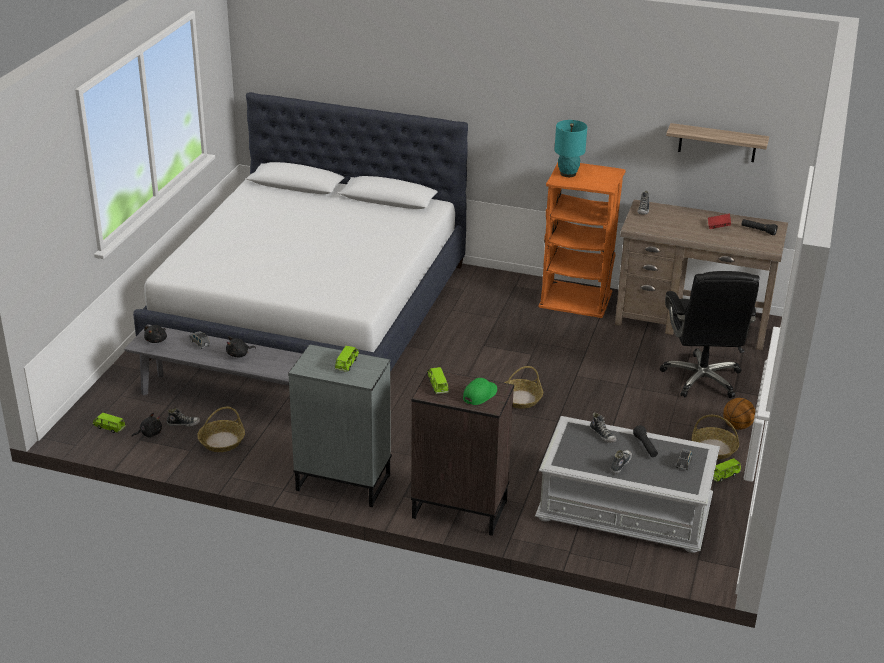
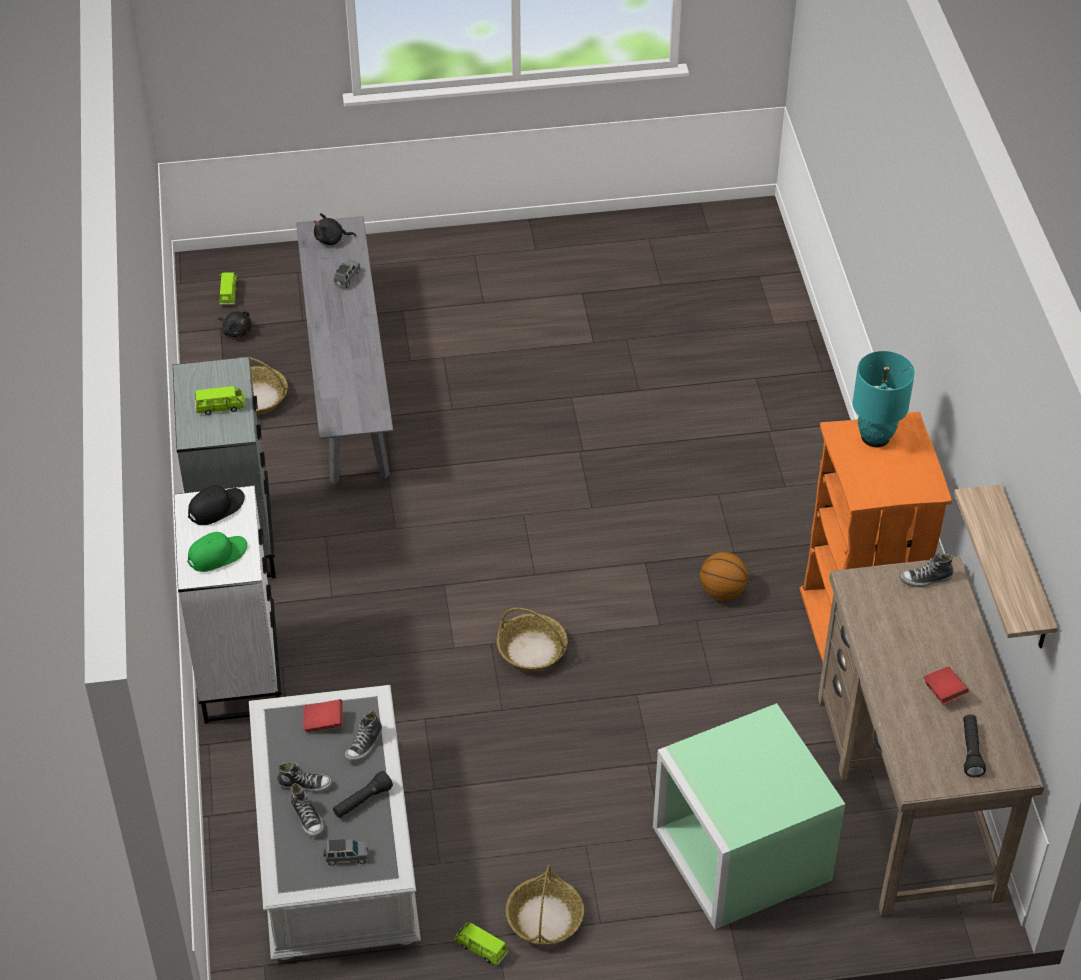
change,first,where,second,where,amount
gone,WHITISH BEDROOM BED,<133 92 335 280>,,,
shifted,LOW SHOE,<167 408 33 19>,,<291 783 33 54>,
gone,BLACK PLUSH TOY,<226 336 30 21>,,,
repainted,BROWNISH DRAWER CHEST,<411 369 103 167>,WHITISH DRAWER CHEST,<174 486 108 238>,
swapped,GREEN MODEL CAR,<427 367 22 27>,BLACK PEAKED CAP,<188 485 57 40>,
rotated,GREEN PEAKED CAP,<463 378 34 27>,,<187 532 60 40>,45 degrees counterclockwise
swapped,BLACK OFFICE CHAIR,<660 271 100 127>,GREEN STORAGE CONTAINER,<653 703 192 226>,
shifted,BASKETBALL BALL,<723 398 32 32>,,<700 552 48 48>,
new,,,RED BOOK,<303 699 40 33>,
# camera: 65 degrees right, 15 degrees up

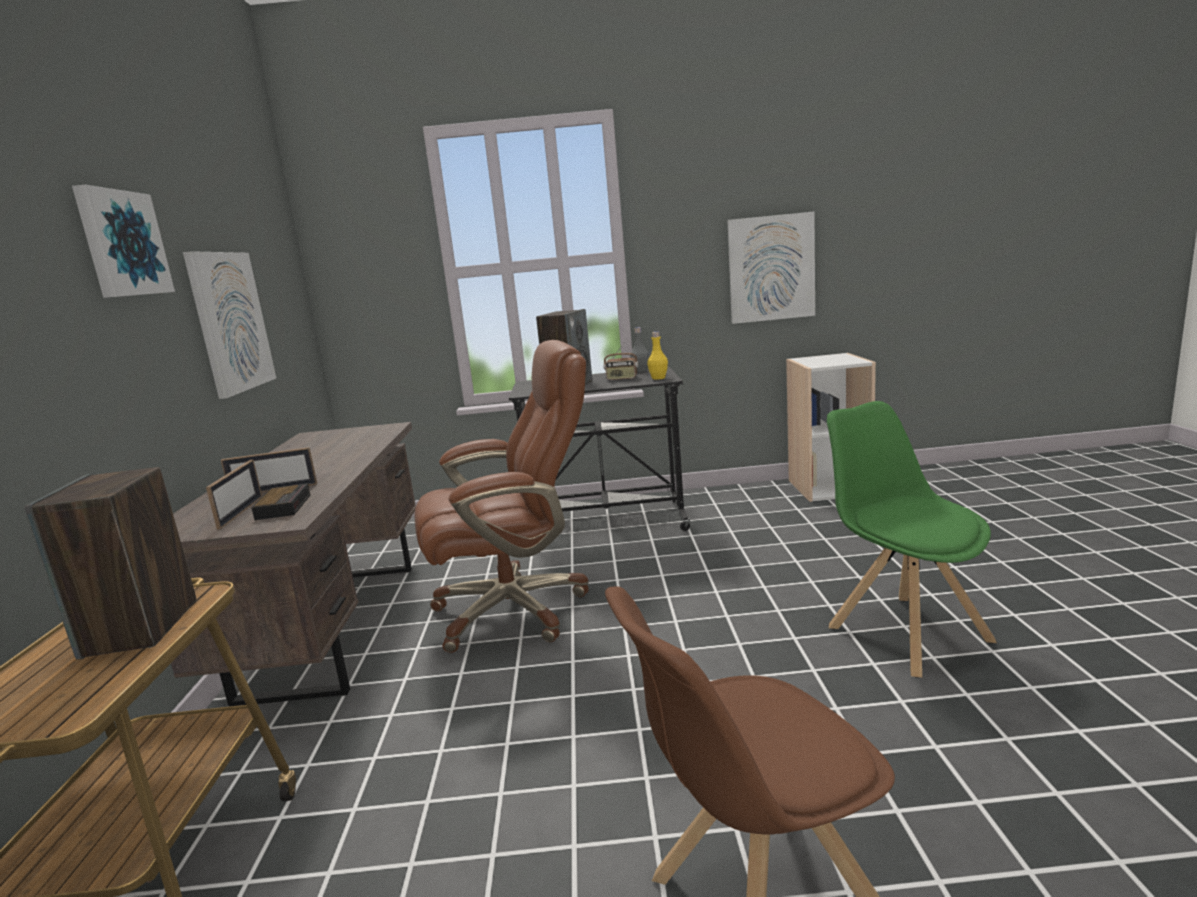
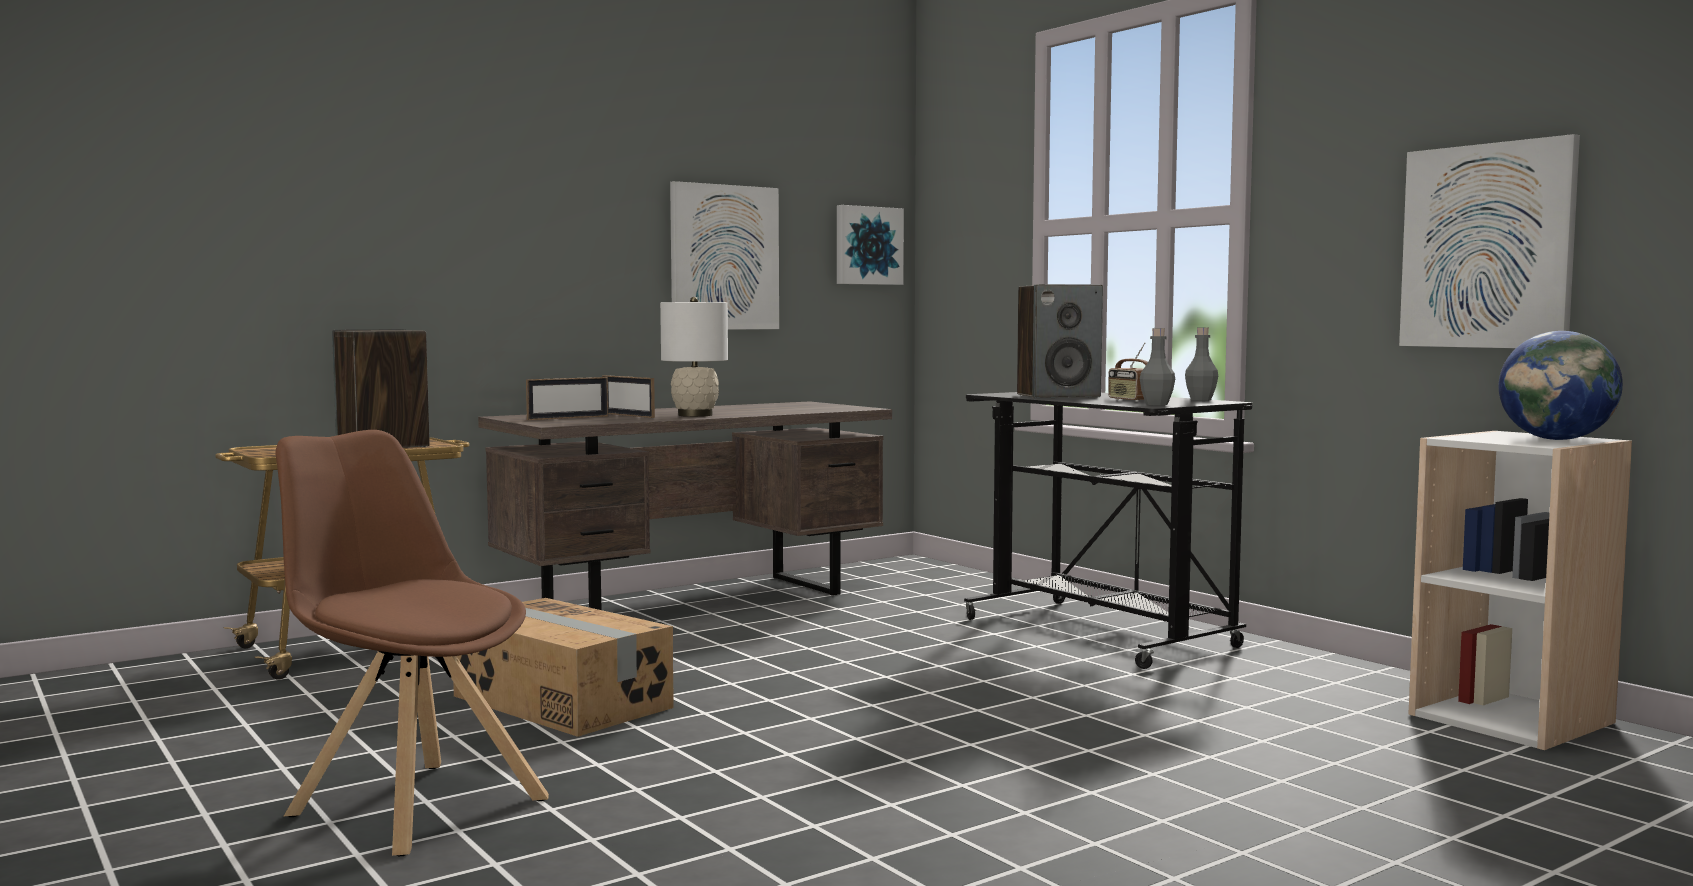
change,first,where,second,where,amount
shifted,PICTURE,<72 185 103 113>,,<837 205 67 80>,
gone,ALARM CLOCK,<252 483 59 37>,,,
gone,BROWNISH OFFICE CHAIR,<414 340 175 313>,,,
repainted,YELLOW BEVERAGE BOTTLE,<647 332 21 48>,GREYISH BEVERAGE BOTTLE,<1140 328 35 77>,
gone,GREEN CHAIR,<827 401 170 277>,,,
new,,,CARTON,<453 598 221 139>,
new,,,WHITISH TABLE LAMP,<660 297 68 120>,
new,,,DESK GLOBE,<1499 331 124 109>,
# camera: 55 degrees right, 10 degrees down

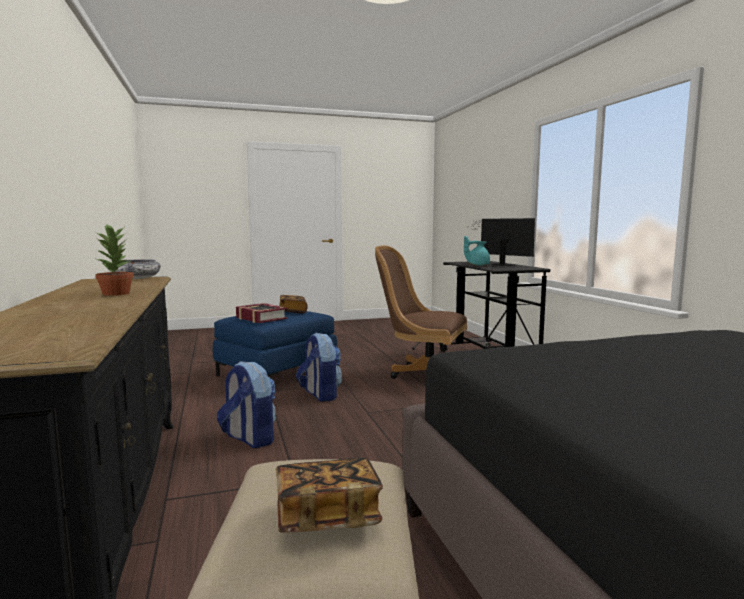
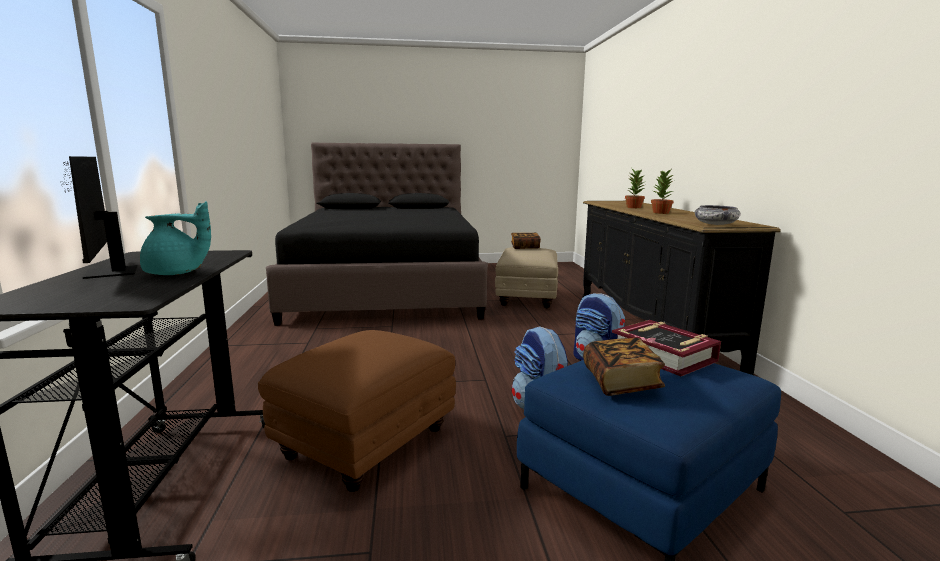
change,first,where,second,where,amount
swapped,BROWNISH OFFICE CHAIR,<375 245 92 141>,BROWNISH POUFFE,<258 330 198 162>,
new,,,HOUSEPLANT,<625 168 21 40>,
# camera: 170 degrees left, 5 degrees up

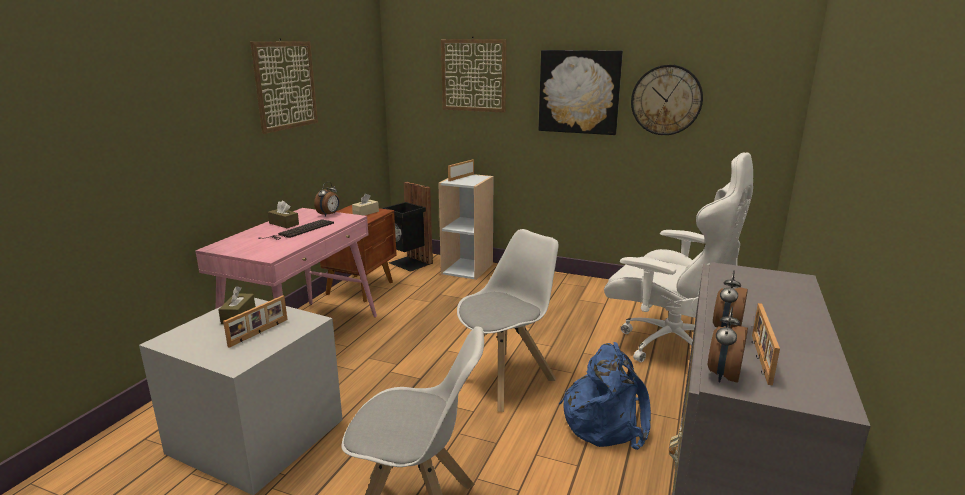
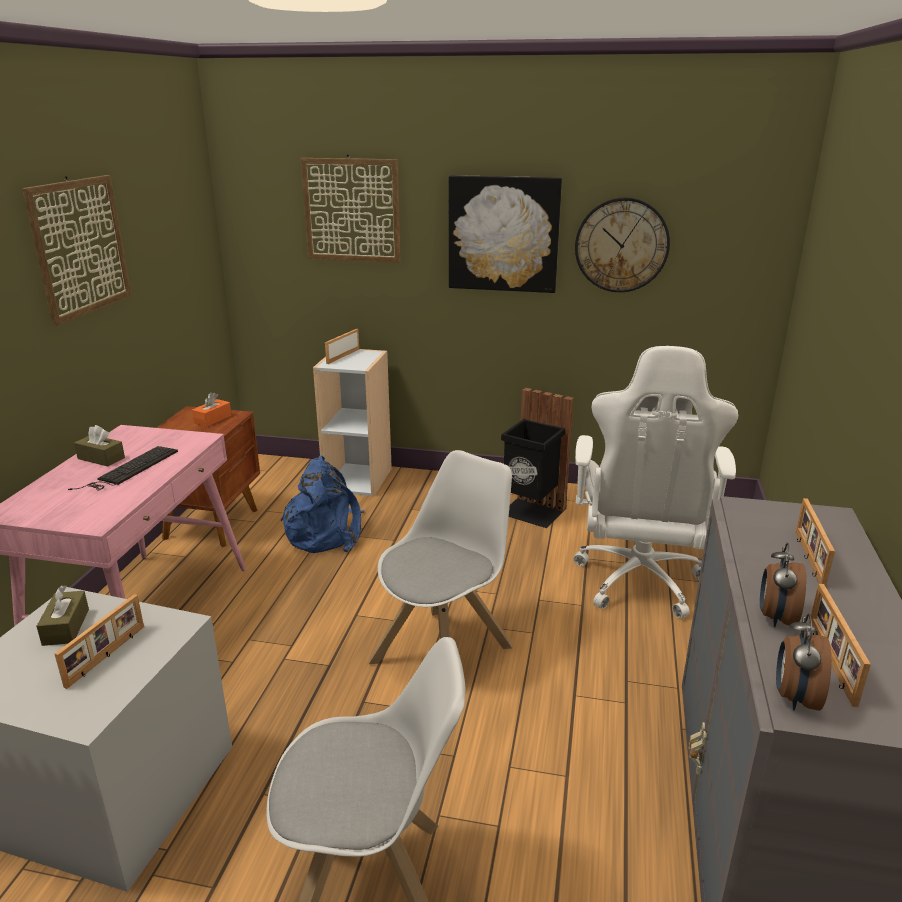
change,first,where,second,where,amount
gone,ALARM CLOCK,<314 182 26 35>,,,
repainted,SAND-COLOURED TISSUE HOLDER,<352 193 27 23>,ORANGE-COLOURED TISSUE HOLDER,<192 392 40 35>,
shifted,BLACK TRASH CAN,<382 182 51 90>,,<501 388 73 140>,
shifted,BLUE-COLOURED BACKPACK,<559 342 92 108>,,<280 455 84 98>,
rotated,WHITISH OFFICE CHAIR,<604 152 149 211>,,<573 346 165 273>,75 degrees clockwise
new,,,STANDING FRAME,<796 498 39 89>,
# camera: 10 degrees left, 5 degrees up

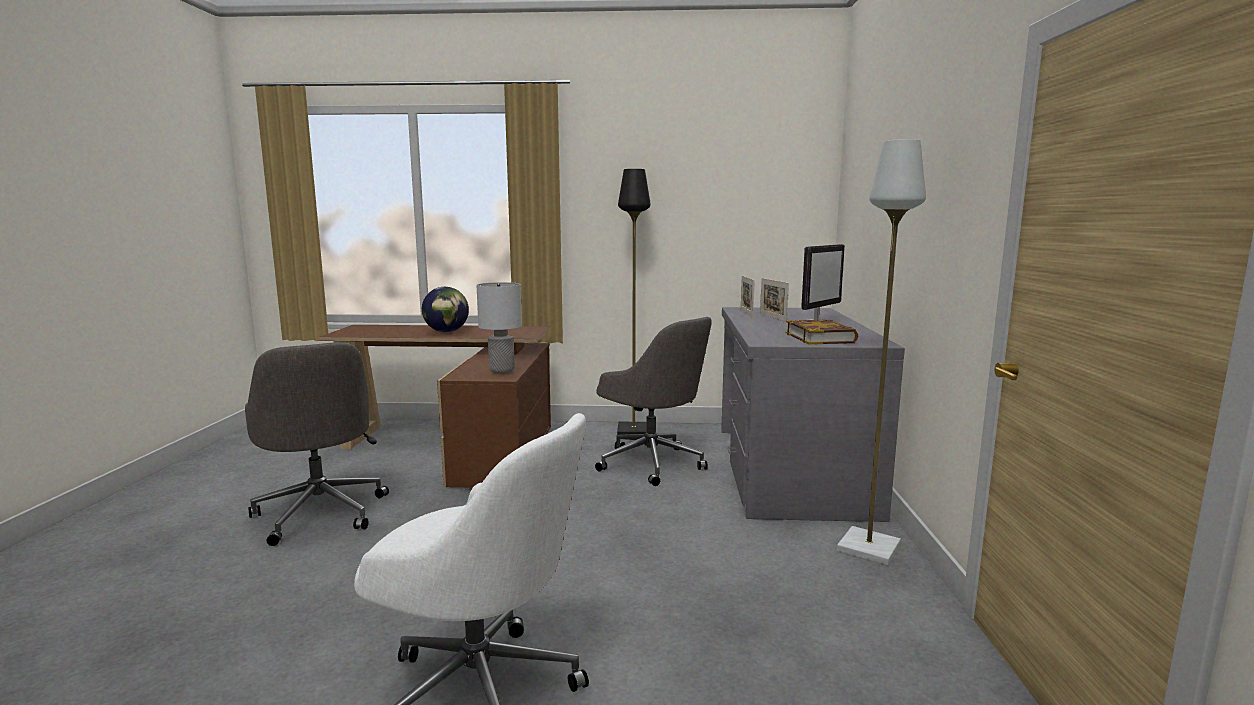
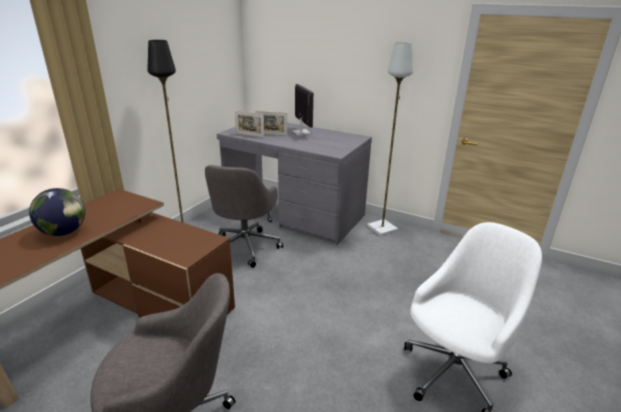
change,first,where,second,where,amount
gone,GREYISH TABLE LAMP,<476 282 46 92>,,,
rotated,GREYISH OFFICE CHAIR,<595 317 117 169>,,<205 165 78 103>,120 degrees clockwise
gone,BOOK,<785 320 73 25>,,,
# camera: 65 degrees left, 15 degrees up

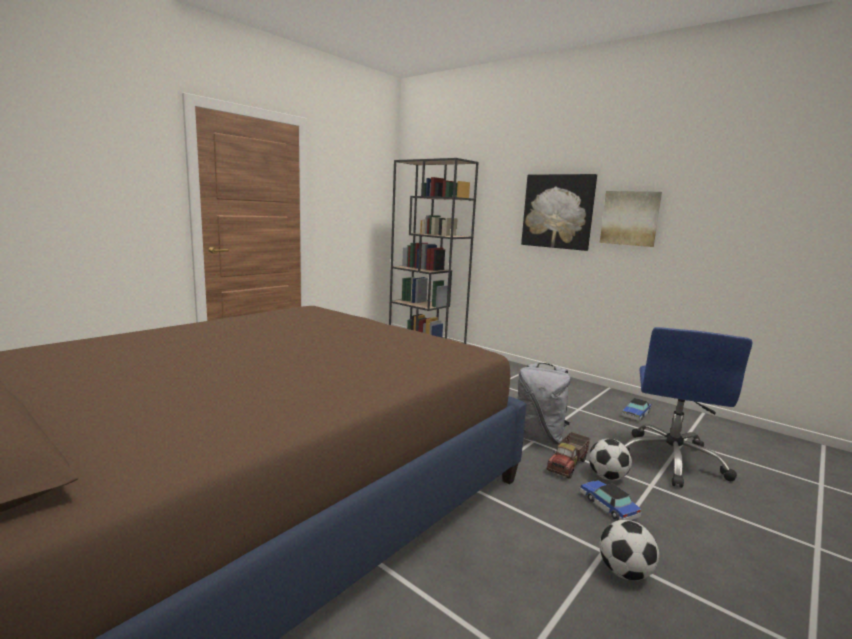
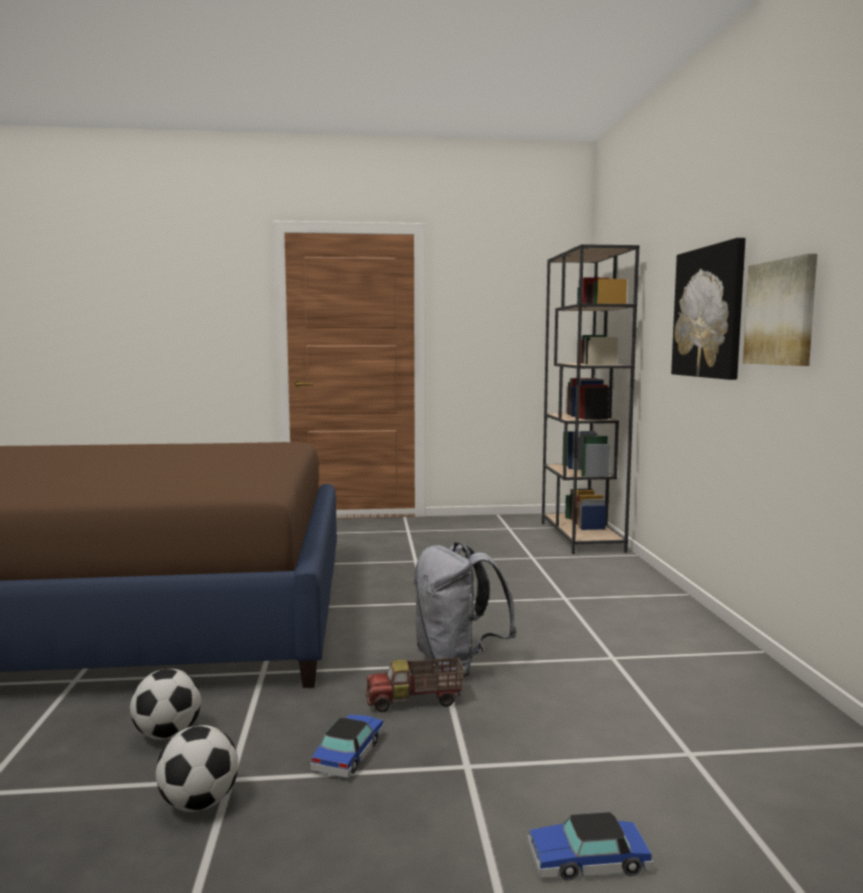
change,first,where,second,where,amount
shifted,FOOTBALL,<589 439 43 41>,,<130 669 71 71>,
shifted,MODEL CAR,<622 398 29 23>,,<528 812 125 69>,
gone,BLUE-COLOURED OFFICE CHAIR,<624 327 129 161>,,,
# camera: 45 degrees right, 5 degrees down

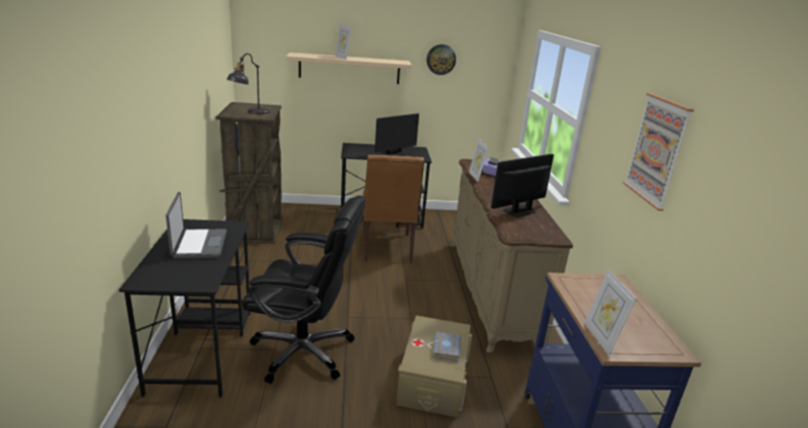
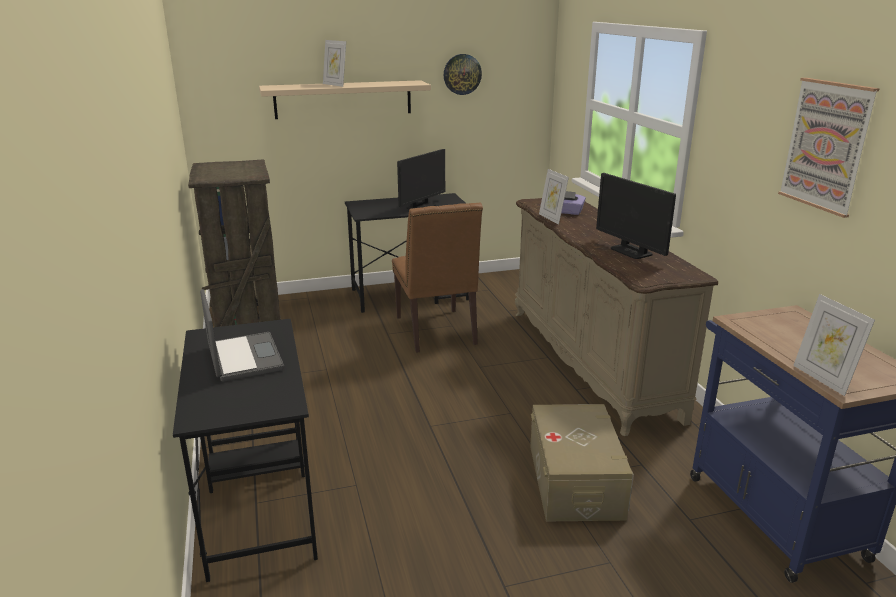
change,first,where,second,where,amount
gone,GREYISH TABLE LAMP,<227 53 43 61>,,,
gone,BLACK OFFICE CHAIR,<242 195 124 189>,,,
gone,GREYISH BOOK,<433 332 28 29>,,,
rotated,COMPUTER DISPLAY,<491 154 63 63>,,<596 173 80 86>,75 degrees counterclockwise
# camera: 10 degrees left, 0 degrees up

